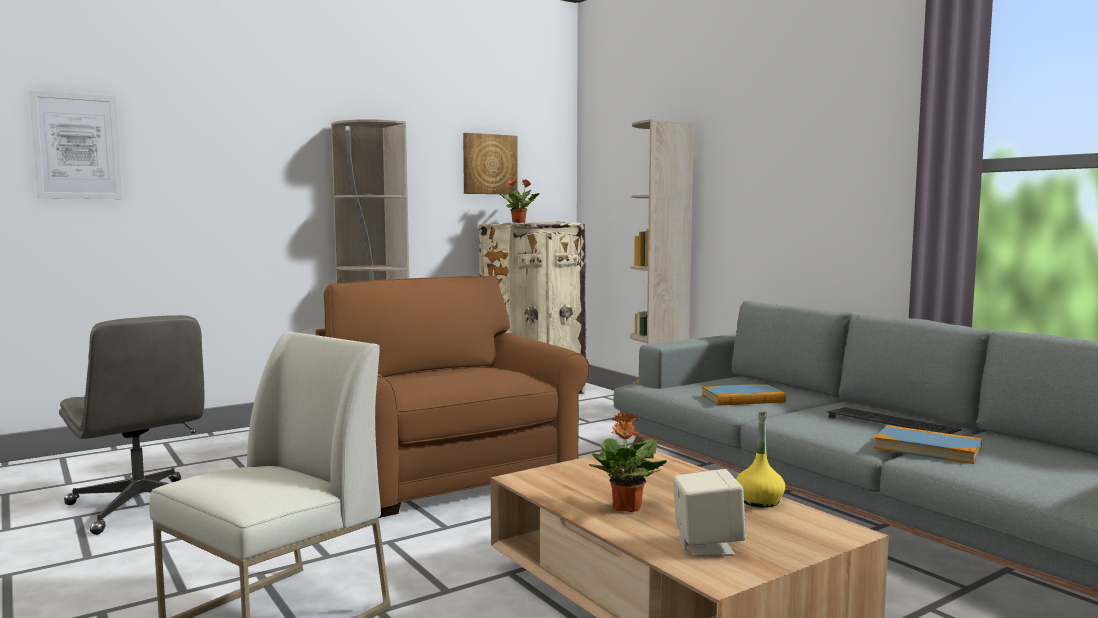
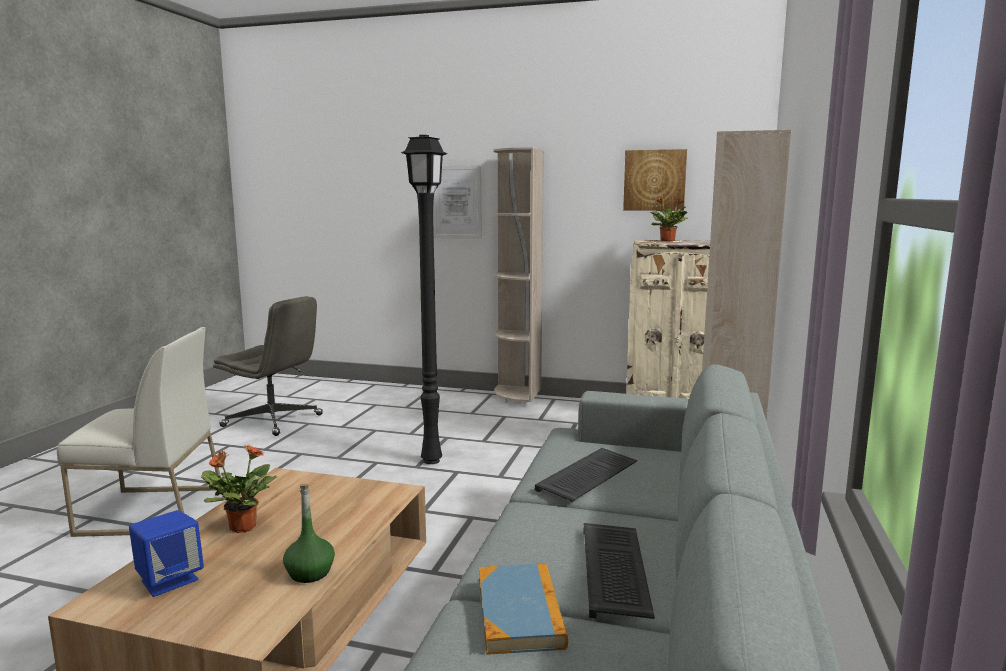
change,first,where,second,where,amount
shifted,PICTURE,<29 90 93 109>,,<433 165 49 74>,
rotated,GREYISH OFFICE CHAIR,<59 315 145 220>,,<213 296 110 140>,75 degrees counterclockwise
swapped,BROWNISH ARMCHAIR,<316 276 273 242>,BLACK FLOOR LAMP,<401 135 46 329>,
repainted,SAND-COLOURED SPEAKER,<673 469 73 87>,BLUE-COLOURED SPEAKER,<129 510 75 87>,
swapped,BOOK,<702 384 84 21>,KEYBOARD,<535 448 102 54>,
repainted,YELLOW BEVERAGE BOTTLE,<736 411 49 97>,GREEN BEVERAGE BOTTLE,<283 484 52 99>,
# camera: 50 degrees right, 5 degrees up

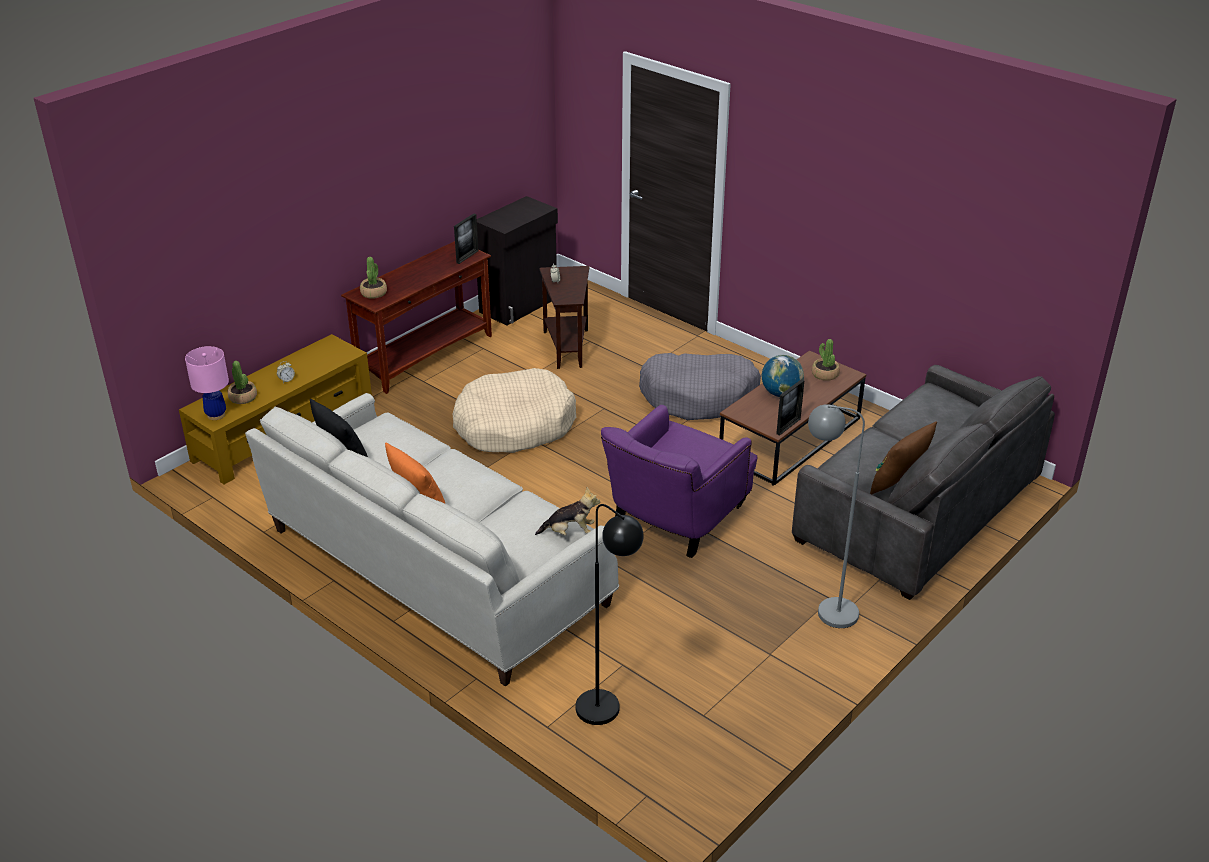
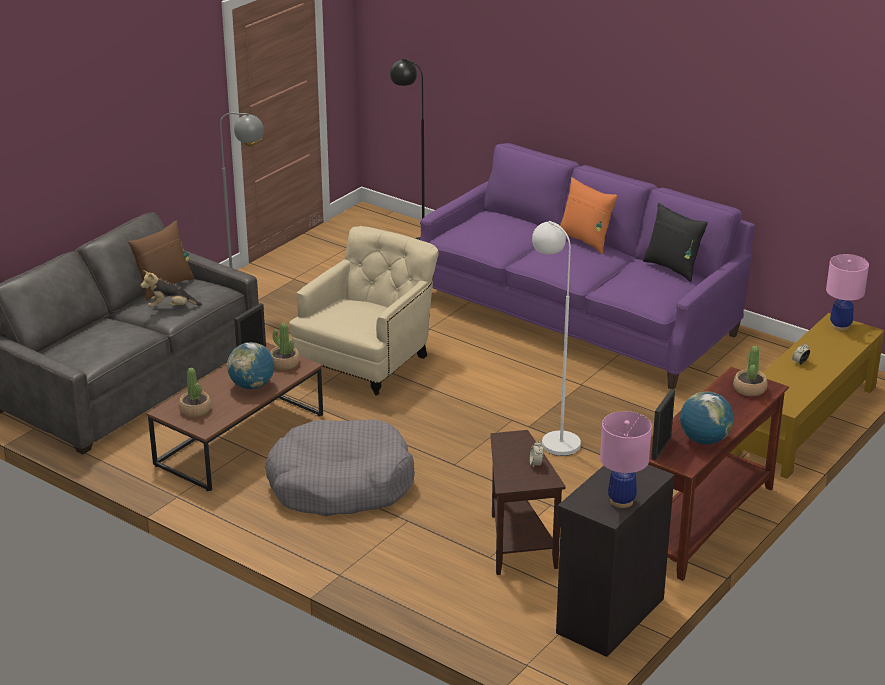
change,first,where,second,where,amount
shifted,HOUSEPLANT,<228 361 29 43>,,<270 323 30 47>,
repainted,WHITISH SETTEE,<245 393 374 294>,PURPLE-COLOURED SETTEE,<420 143 335 246>,
swapped,SAND-COLOURED PET BED,<453 368 123 85>,WHITISH FLOOR LAMP,<532 221 49 235>,
shifted,PLUSH TOY,<535 487 65 49>,,<141 270 61 37>,
repainted,PURPLE-COLOURED ARMCHAIR,<601 405 156 153>,SAND-COLOURED ARMCHAIR,<289 226 150 169>,
new,,,PINKISH TABLE LAMP,<600 411 52 97>,
new,,,DESK GLOBE,<680 392 53 53>,
# camera: 175 degrees right, 5 degrees down

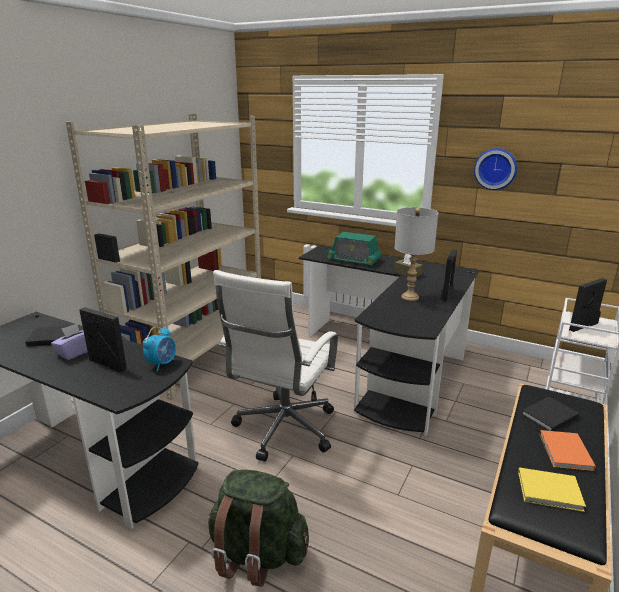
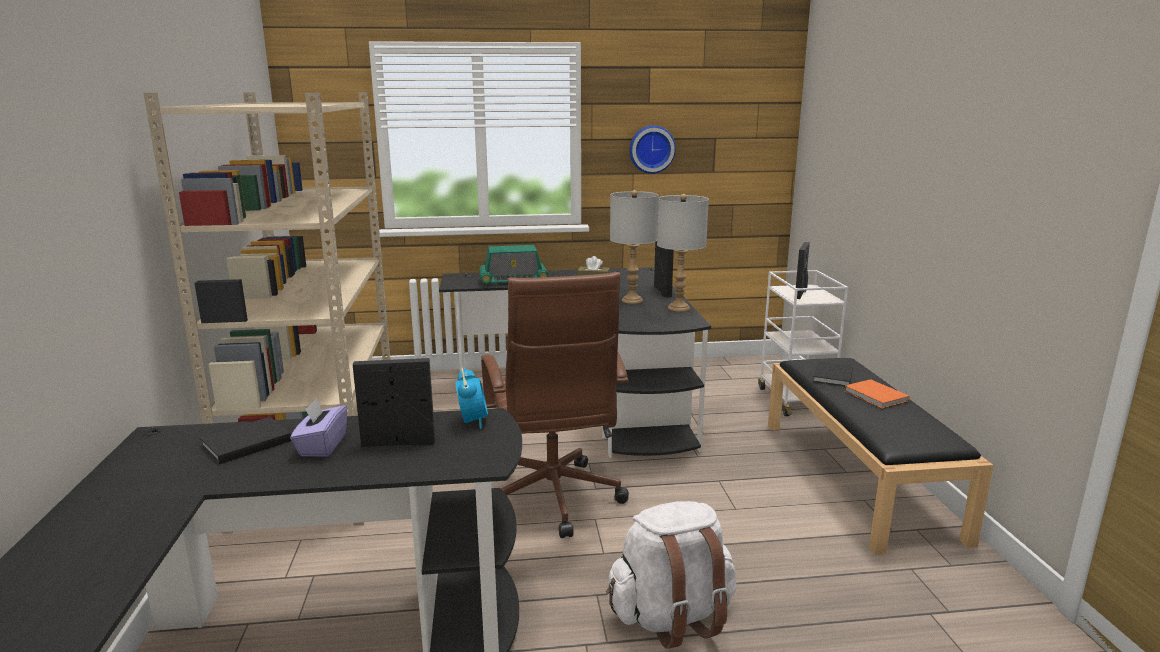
change,first,where,second,where,amount
repainted,GREEN BACKPACK,<208 469 101 118>,WHITISH BACKPACK,<606 501 130 148>,
repainted,WHITISH OFFICE CHAIR,<213 270 125 192>,BROWNISH OFFICE CHAIR,<481 272 148 266>,
gone,YELLOW BOOK,<518 467 68 45>,,,
new,,,GREYISH TABLE LAMP,<657 194 52 118>,
# camera: 35 degrees left, 5 degrees down

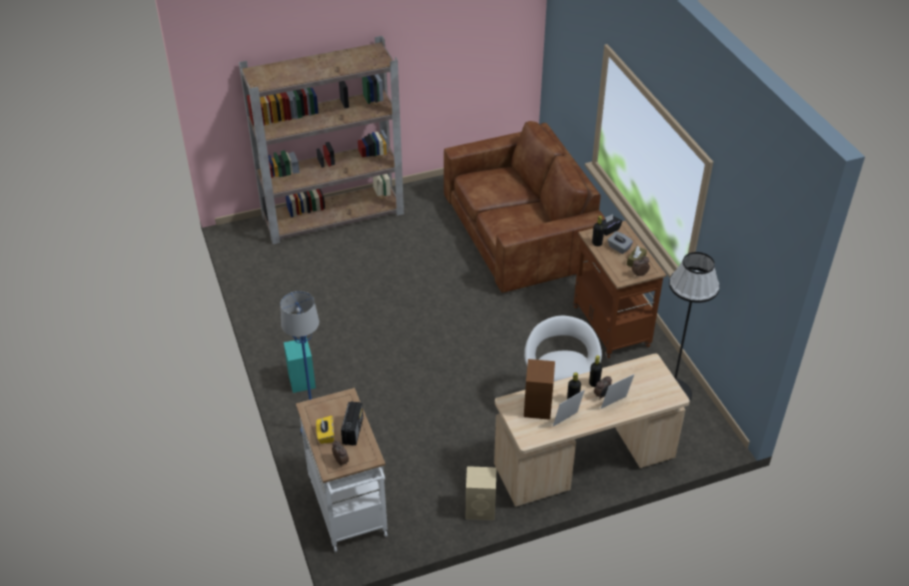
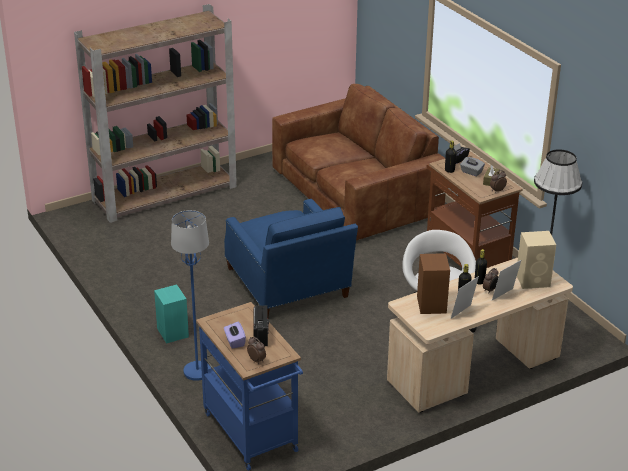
change,first,where,second,where,amount
repainted,WHITISH WHEELED CART,<296 388 92 164>,BLUE-COLOURED WHEELED CART,<196 302 107 169>,
repainted,YELLOW TISSUE HOLDER,<316 416 18 28>,PURPLE-COLOURED TISSUE HOLDER,<224 322 22 27>,
shifted,SAND-COLOURED SPEAKER,<466 466 30 54>,,<517 231 39 58>,
new,,,BLUE-COLOURED ARMCHAIR,<224 199 134 118>,
# camera: 10 degrees left, 10 degrees down

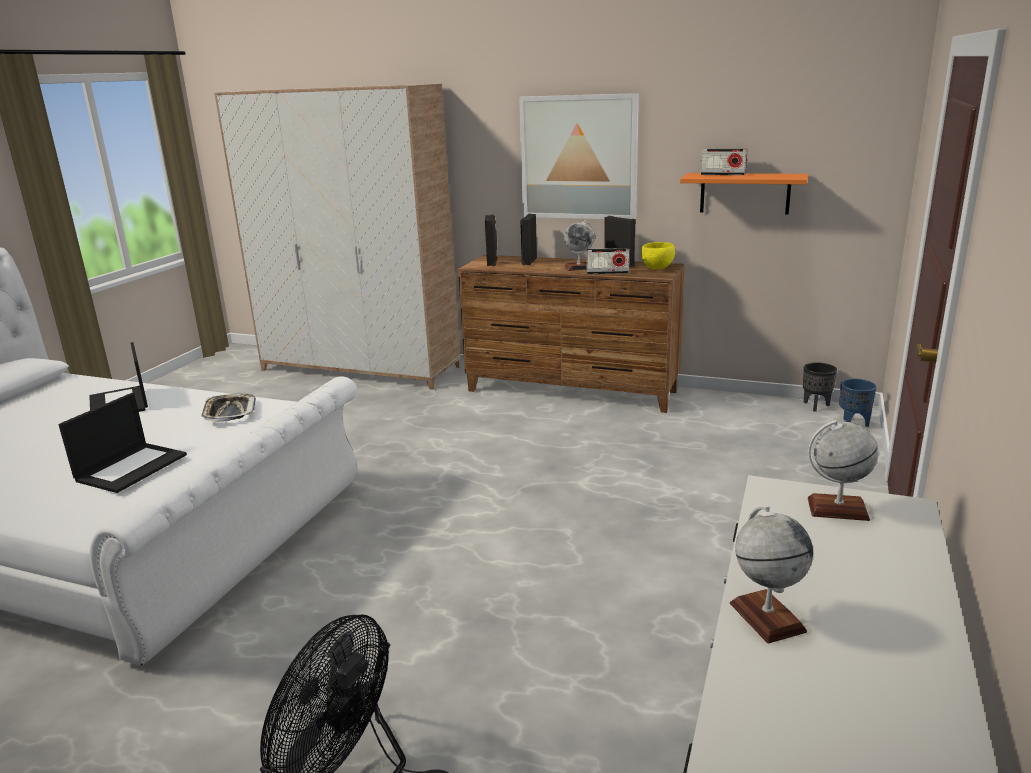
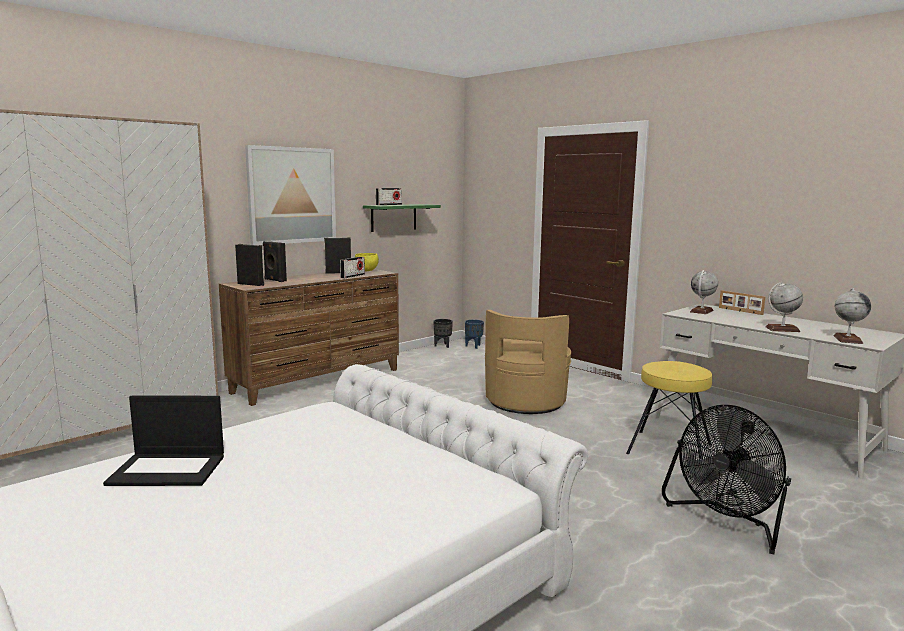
change,first,where,second,where,amount
gone,NOTEBOOK COMPUTER,<58 393 129 100>,,,
gone,CARRYING TRAY,<202 394 54 28>,,,
shifted,DESK GLOBE,<564 221 31 50>,,<834 288 37 56>,
repainted,ORANGE-COLOURED BRACKET SHELF,<680 173 128 42>,GREEN BRACKET SHELF,<363 204 78 28>,
new,,,SAND-COLOURED ARMCHAIR,<485 310 86 104>,
new,,,YELLOW SITTING STOOL,<626 361 86 99>,
new,,,STANDING FRAME,<719 290 46 25>,
# camera: 65 degrees left, 10 degrees down

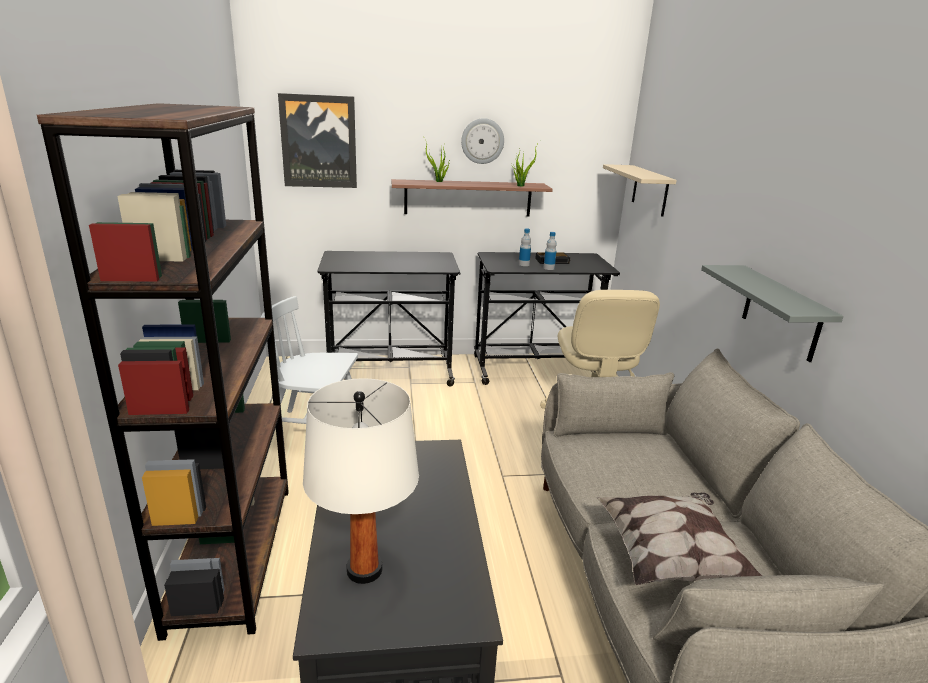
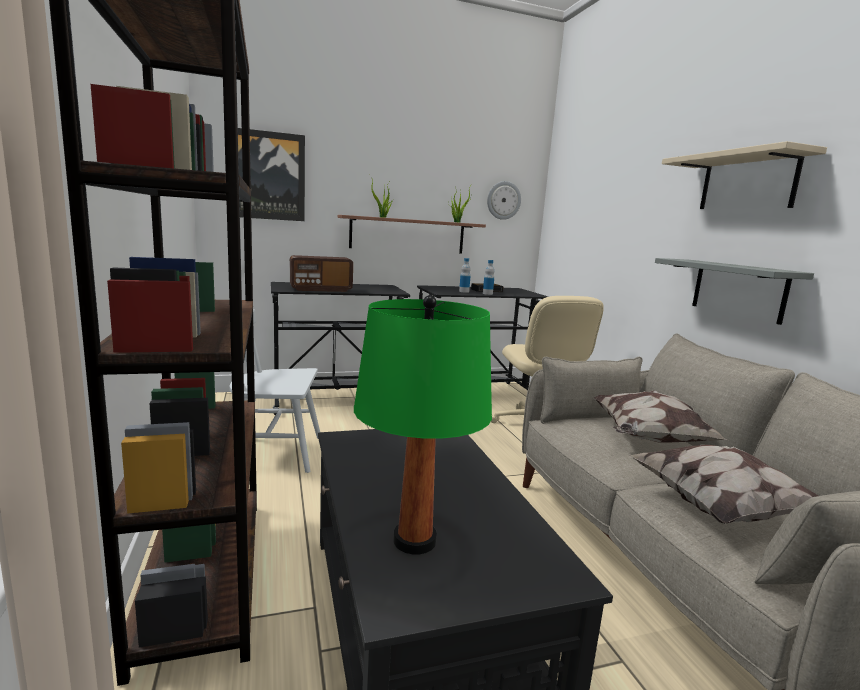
change,first,where,second,where,amount
repainted,WHITISH TABLE LAMP,<303 378 116 206>,GREEN TABLE LAMP,<354 295 138 259>,
shifted,HANGING CLOCK,<461 118 43 46>,,<487 181 34 39>,
shifted,SAND-COLOURED BRACKET SHELF,<603 164 74 53>,,<662 141 165 68>,
new,,,RADIO,<290 255 63 37>,
new,,,CUSHION,<594 390 133 52>,
# camera: 10 degrees left, 10 degrees down

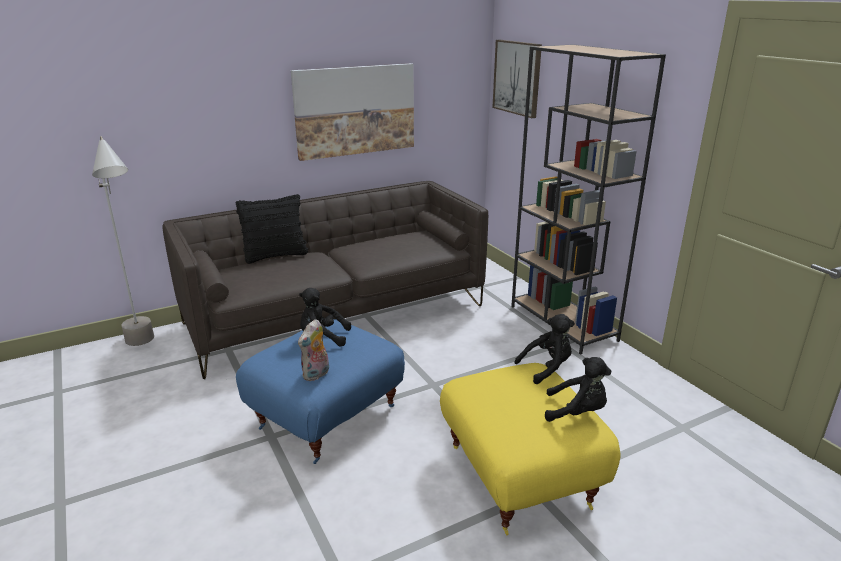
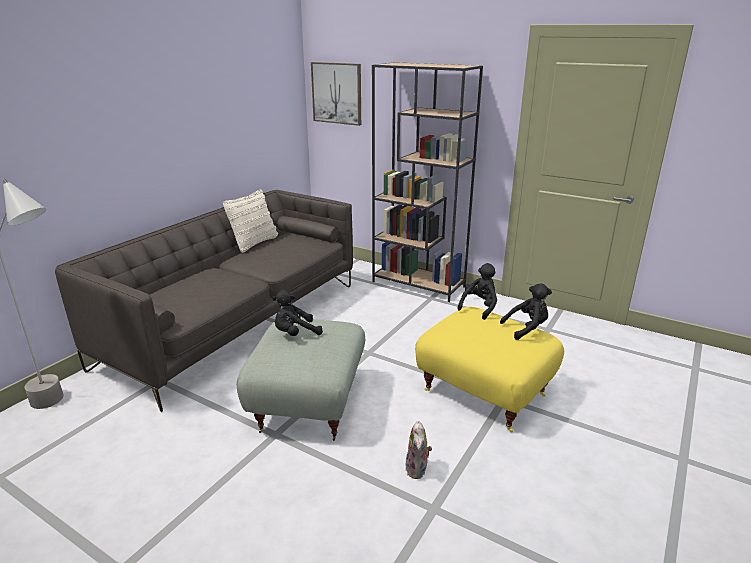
change,first,where,second,where,amount
gone,BLACK CUSHION,<235 194 73 70>,,,
repainted,BLUE-COLOURED POUFFE,<236 319 169 145>,GREYISH POUFFE,<237 318 128 123>,
gone,PICTURE,<291 63 123 98>,,,
shifted,PLUSH TOY,<298 319 31 62>,,<406 421 26 58>,
new,,,SAND-COLOURED CUSHION,<223 189 55 64>,
# camera: 30 degrees left, 0 degrees up

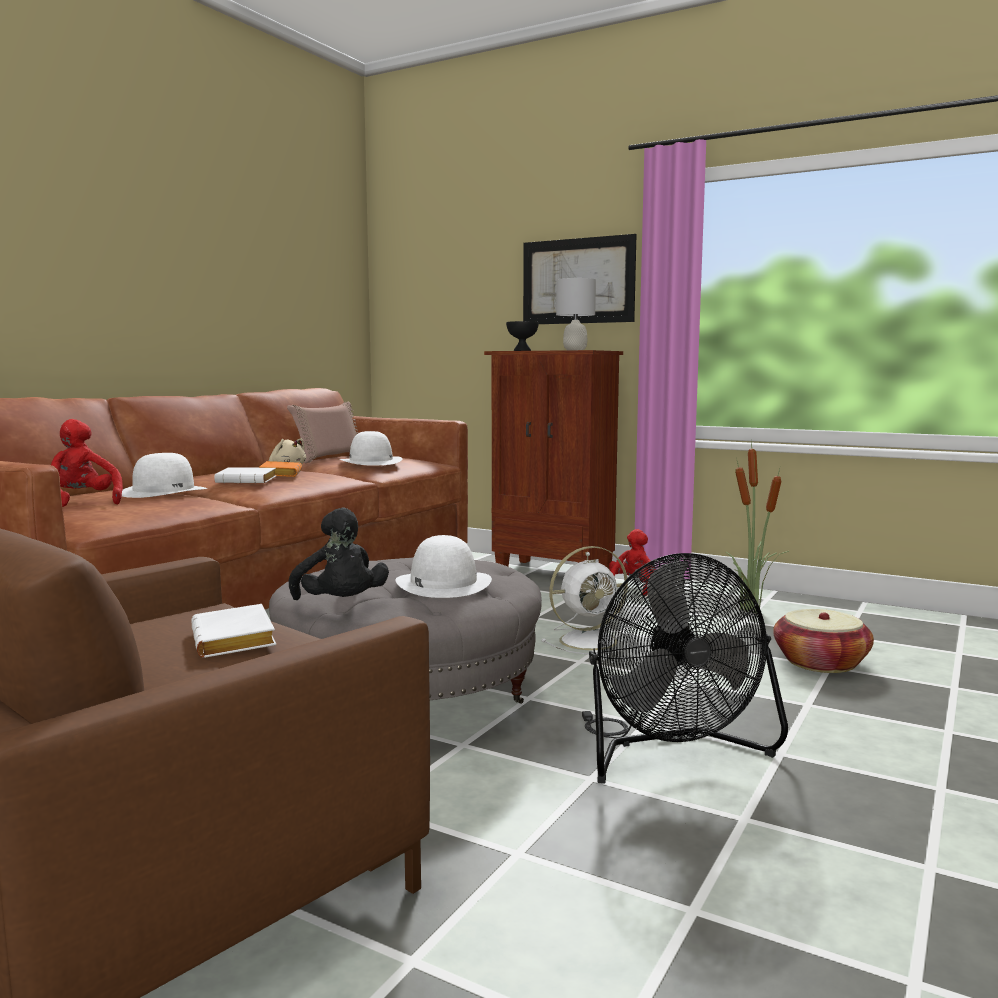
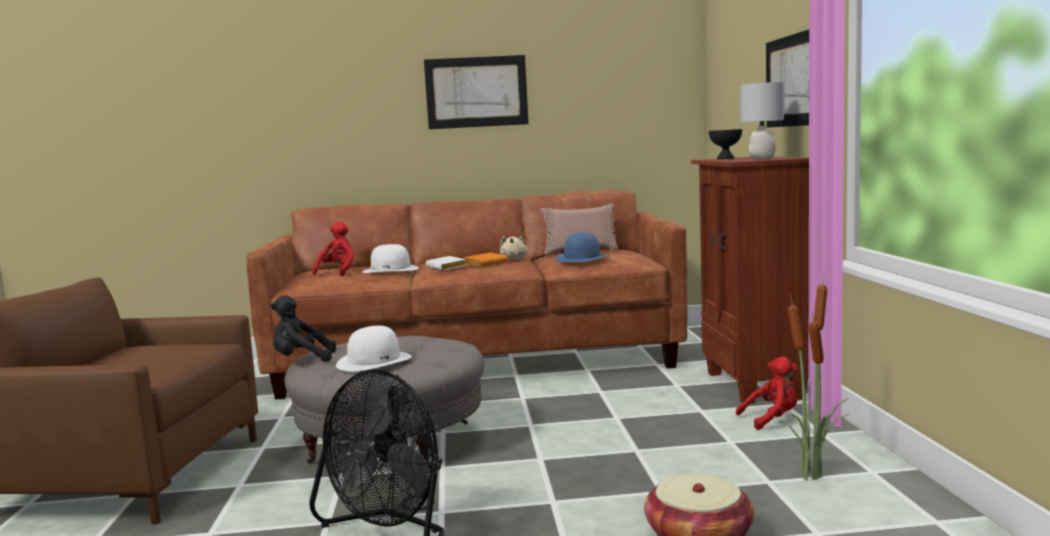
change,first,where,second,where,amount
gone,WHITISH BOOK,<191 604 85 54>,,,
rotated,BLACK PLUSH TOY,<288 508 101 92>,,<271 296 65 66>,60 degrees clockwise
repainted,WHITISH WEARABLE HAT,<340 431 62 35>,BLUE-COLOURED WEARABLE HAT,<556 232 51 31>,
gone,WHITISH FAN,<541 546 91 108>,,,
new,,,PICTURE,<424 55 105 74>,
# camera: 55 degrees right, 0 degrees up

